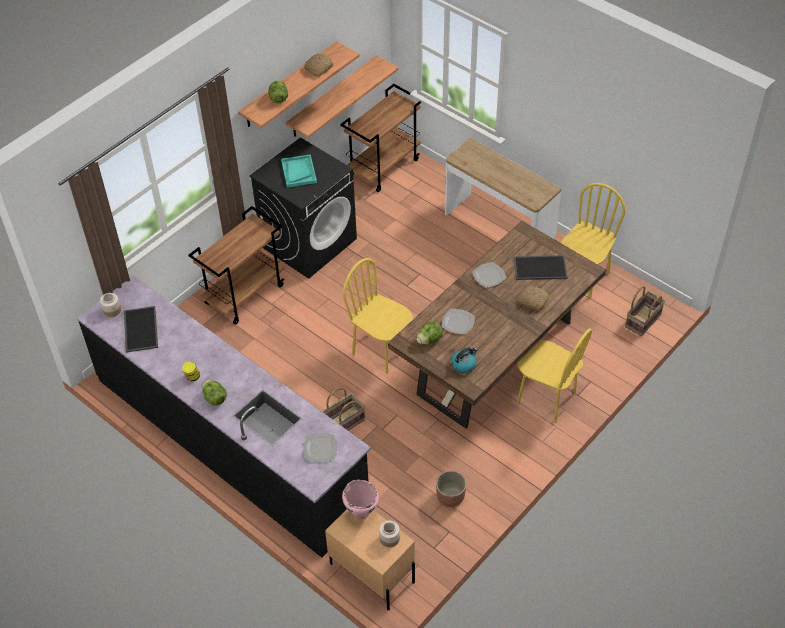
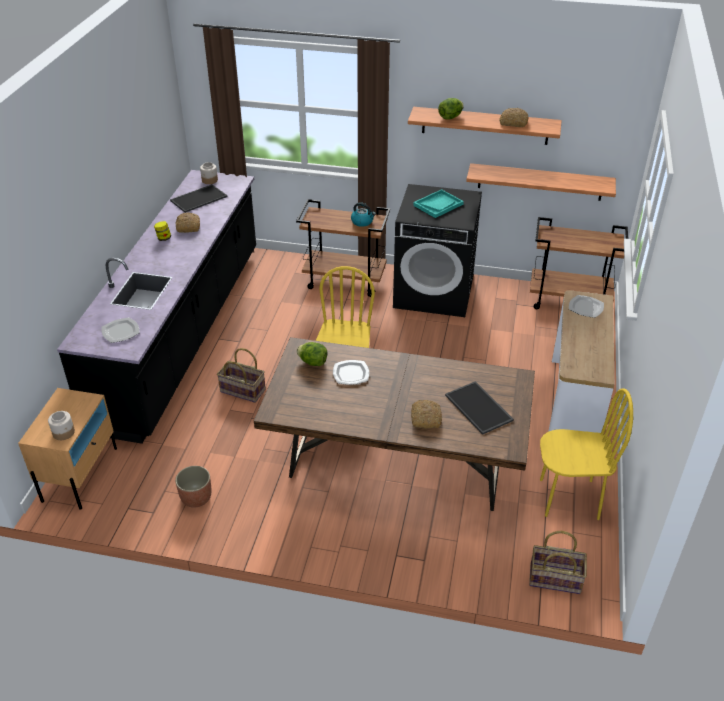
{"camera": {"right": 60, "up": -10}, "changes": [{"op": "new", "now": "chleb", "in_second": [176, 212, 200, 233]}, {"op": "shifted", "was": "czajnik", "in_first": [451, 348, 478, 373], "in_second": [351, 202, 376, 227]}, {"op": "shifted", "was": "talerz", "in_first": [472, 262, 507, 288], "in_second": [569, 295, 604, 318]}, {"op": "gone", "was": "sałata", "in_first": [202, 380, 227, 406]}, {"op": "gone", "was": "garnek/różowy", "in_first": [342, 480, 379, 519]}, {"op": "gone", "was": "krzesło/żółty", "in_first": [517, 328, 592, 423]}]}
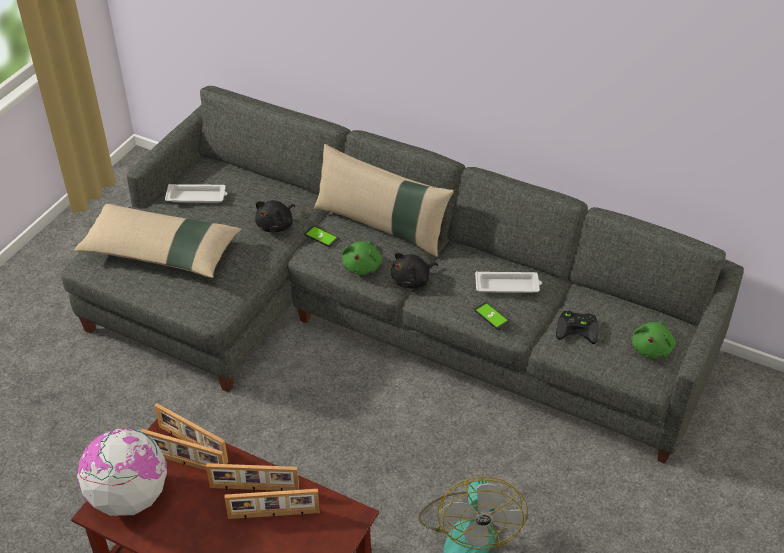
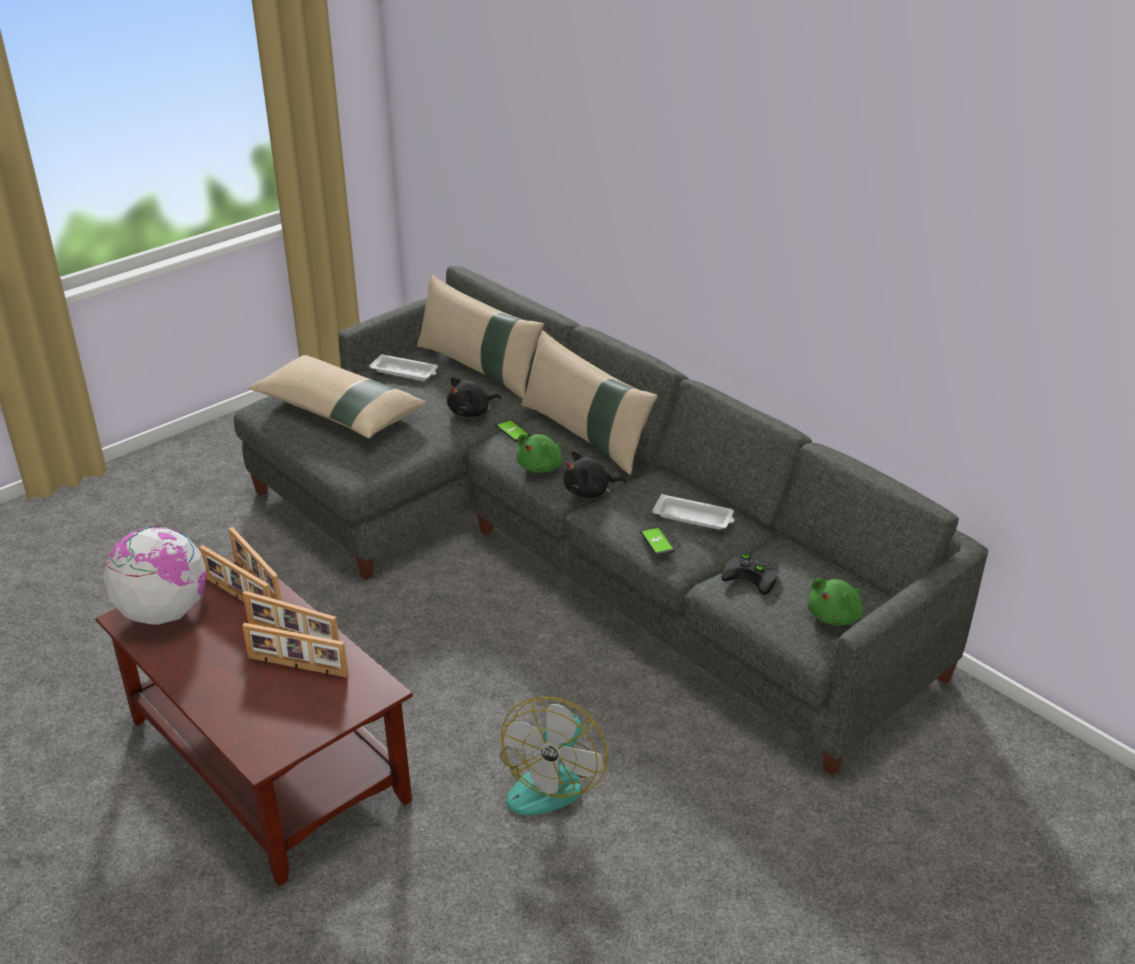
{"camera": {"right": 20, "up": -10}, "changes": [{"op": "new", "now": "poduszka/beżowy", "in_second": [417, 275, 544, 399]}]}
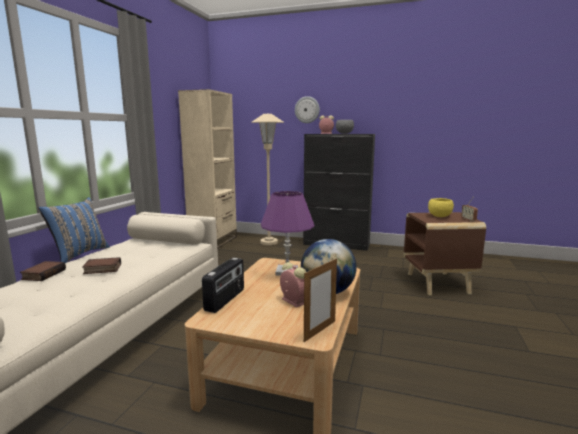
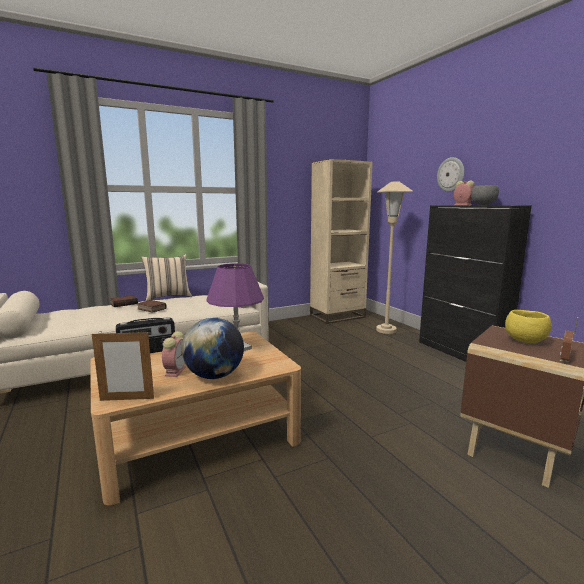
{"camera": {"right": 45, "up": 0}, "changes": [{"op": "repainted", "was": "poduszka/niebieski", "now": "poduszka/beżowy", "in_first": [39, 197, 110, 263], "in_second": [141, 254, 192, 301]}]}
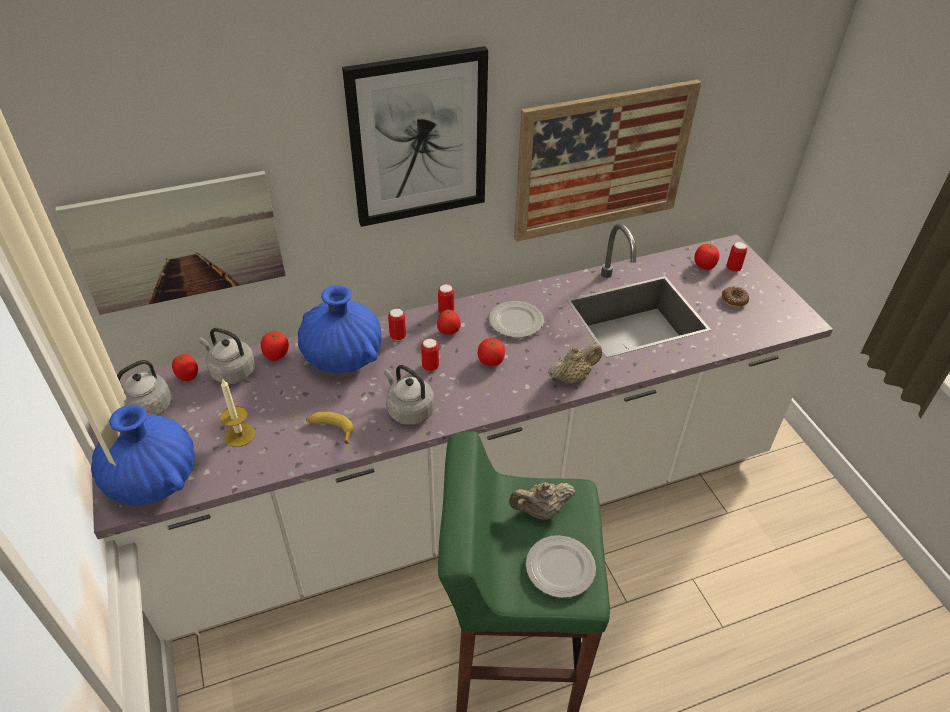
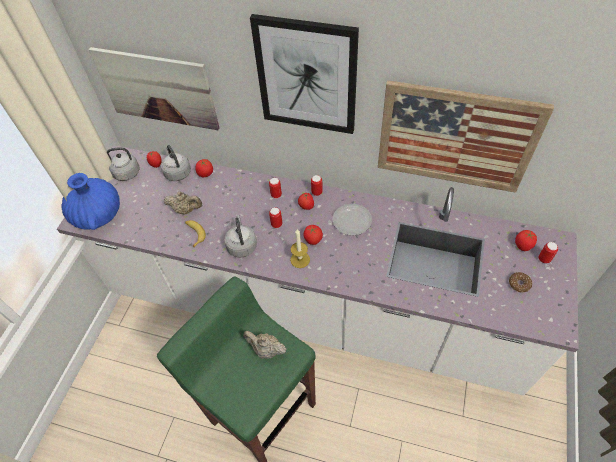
{"camera": {"right": 40, "up": 10}, "changes": [{"op": "shifted", "was": "imbryk/beżowy", "in_first": [548, 343, 602, 384], "in_second": [164, 191, 202, 215]}, {"op": "shifted", "was": "świeca", "in_first": [220, 380, 255, 447], "in_second": [290, 229, 310, 268]}, {"op": "gone", "was": "wazon/niebieski", "in_first": [298, 285, 382, 373]}, {"op": "gone", "was": "talerz", "in_first": [526, 535, 596, 598]}]}
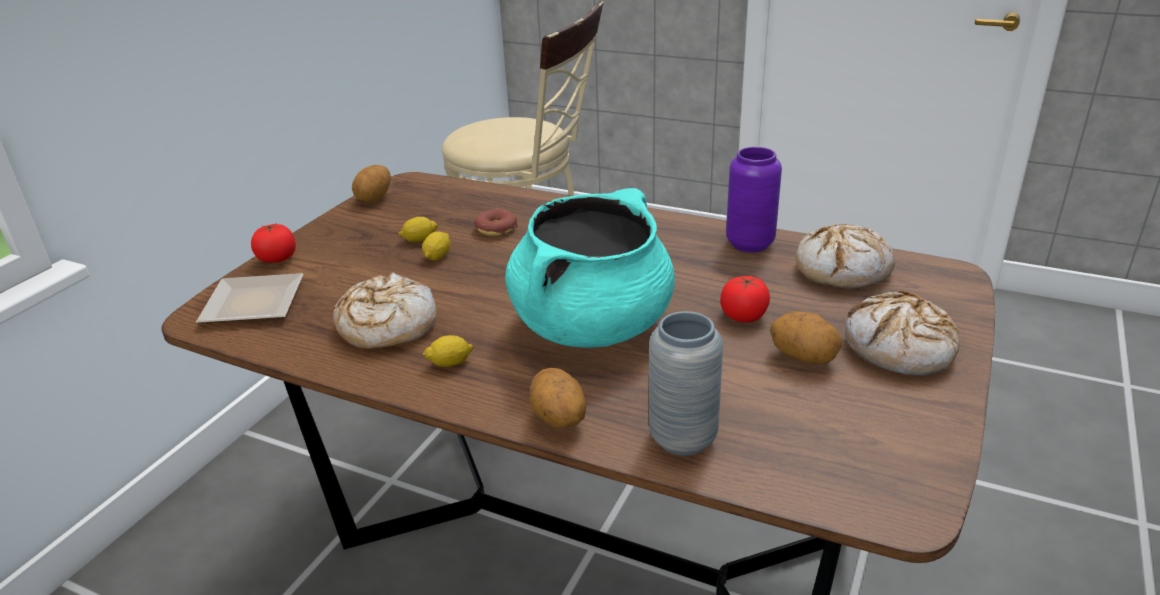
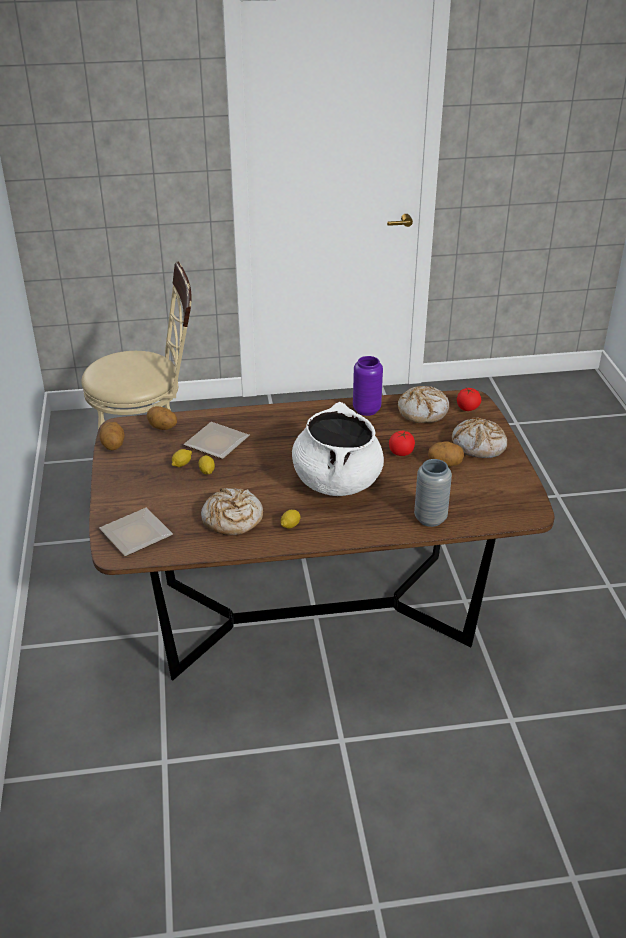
{"camera": {"right": -35, "up": 5}, "changes": [{"op": "shifted", "was": "ziemniak", "in_first": [529, 368, 586, 428], "in_second": [147, 406, 177, 430]}, {"op": "swapped", "was": "donut", "now": "talerz", "in_first": [474, 209, 518, 236], "in_second": [183, 422, 250, 459]}, {"op": "repainted", "was": "garnek/turkusowy", "now": "garnek/biały", "in_first": [505, 188, 675, 348], "in_second": [292, 402, 384, 496]}, {"op": "shifted", "was": "pomidor", "in_first": [251, 223, 296, 263], "in_second": [457, 388, 481, 411]}]}
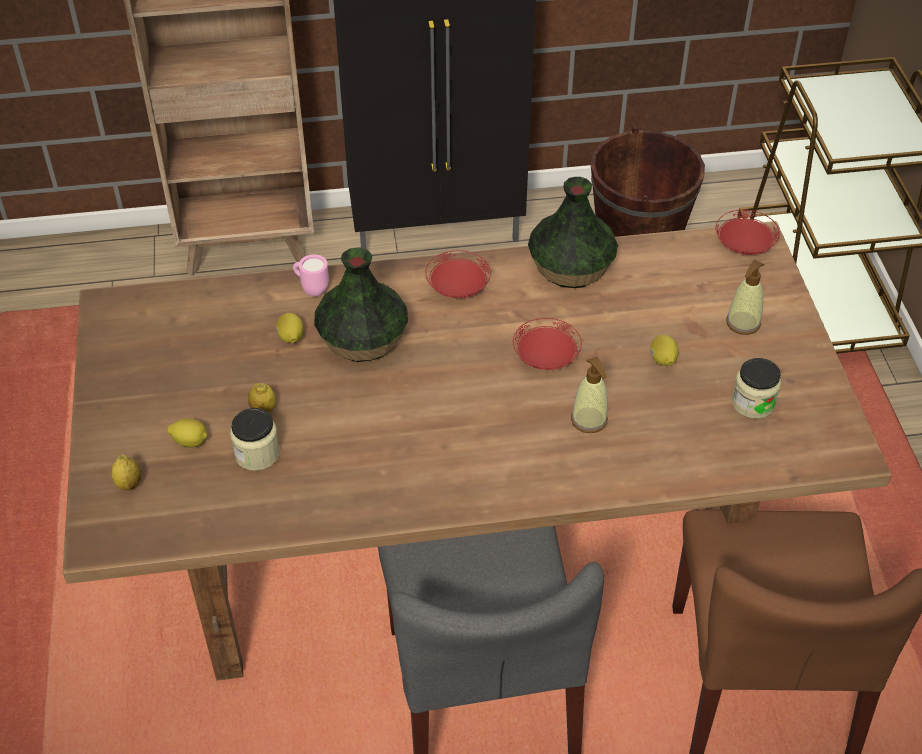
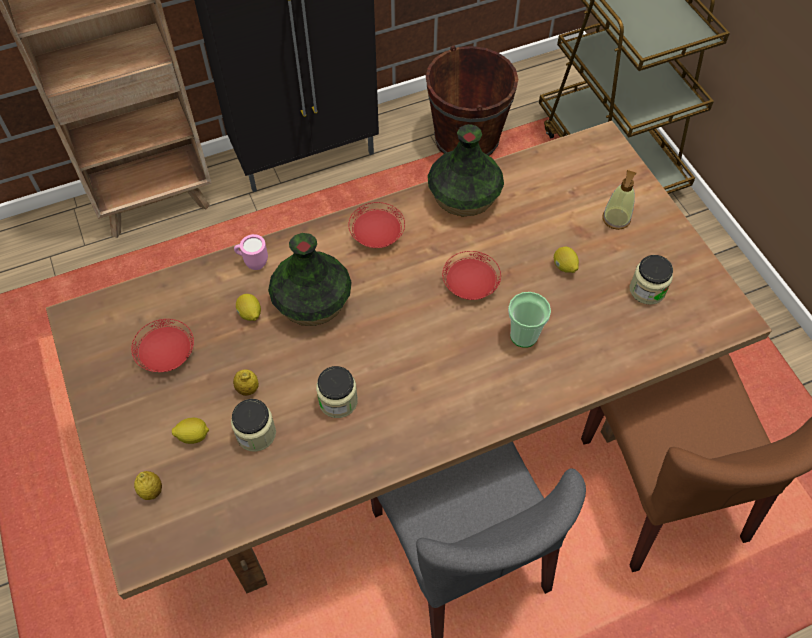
{"camera": {"right": -15, "up": 10}, "changes": [{"op": "shifted", "was": "talerz/czerwony", "in_first": [716, 209, 780, 255], "in_second": [131, 319, 194, 372]}, {"op": "new", "now": "słoik", "in_second": [316, 366, 358, 418]}, {"op": "swapped", "was": "dozownik mydła", "now": "filiżanka", "in_first": [571, 357, 608, 433], "in_second": [508, 292, 551, 348]}]}
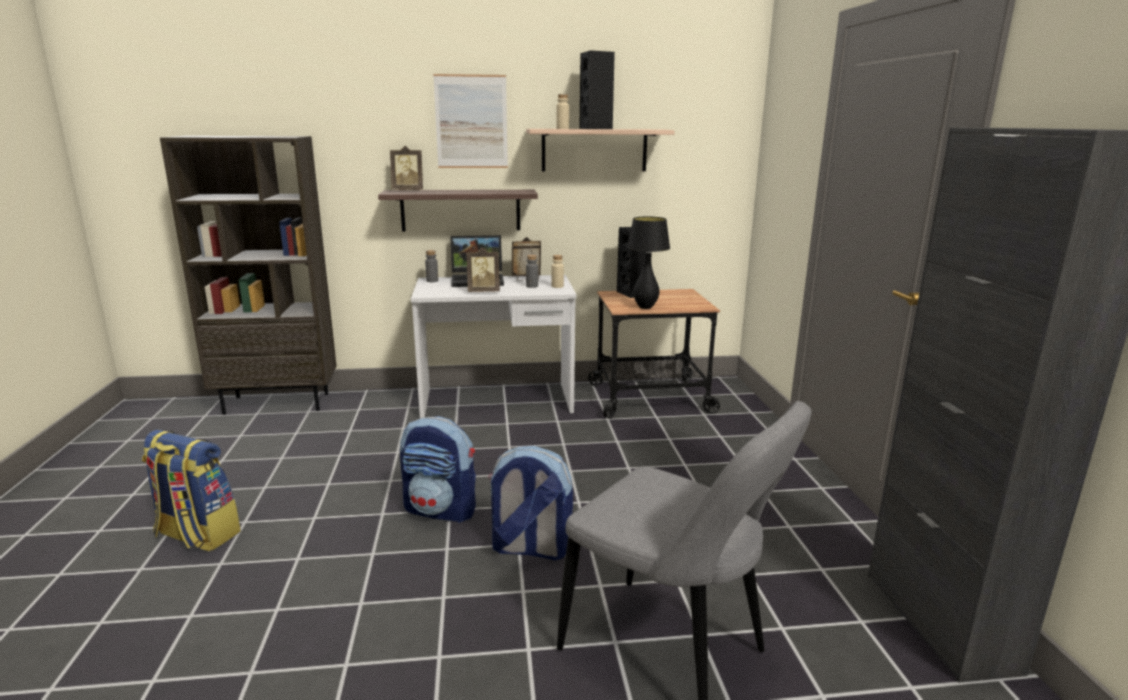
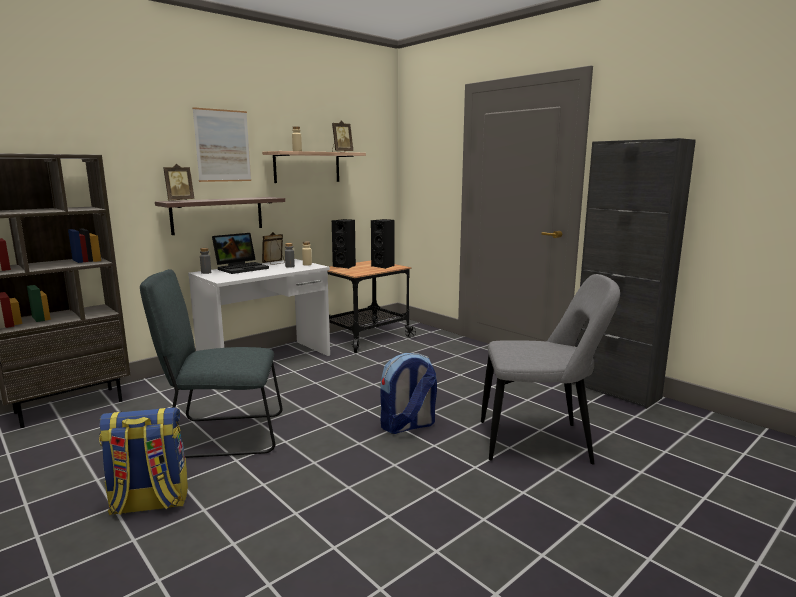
{"camera": {"right": -35, "up": -5}, "changes": [{"op": "new", "now": "krzesło/szary", "in_second": [140, 269, 283, 458]}, {"op": "shifted", "was": "ramka na zdjęcie", "in_first": [466, 247, 500, 292], "in_second": [332, 120, 353, 152]}, {"op": "shifted", "was": "głośnik/czarny", "in_first": [579, 50, 615, 129], "in_second": [371, 219, 395, 269]}, {"op": "gone", "was": "plecak", "in_first": [400, 416, 476, 523]}, {"op": "gone", "was": "lampa stołowa/czarny", "in_first": [627, 216, 670, 309]}]}
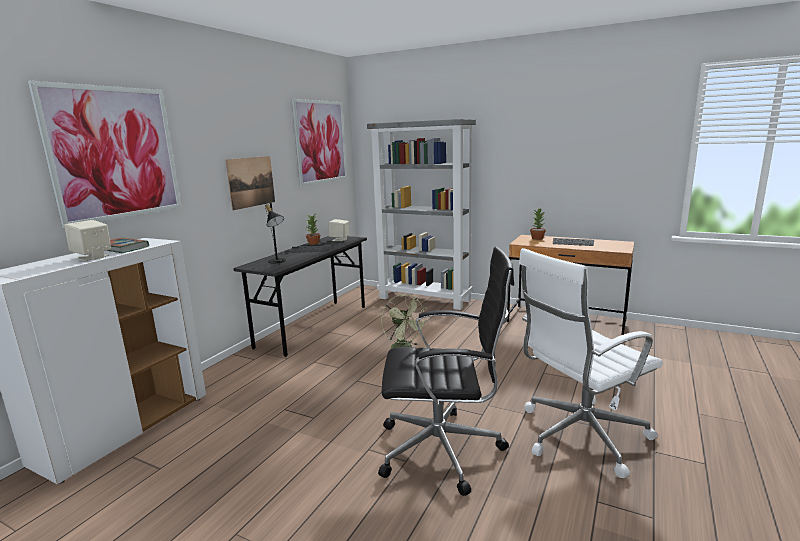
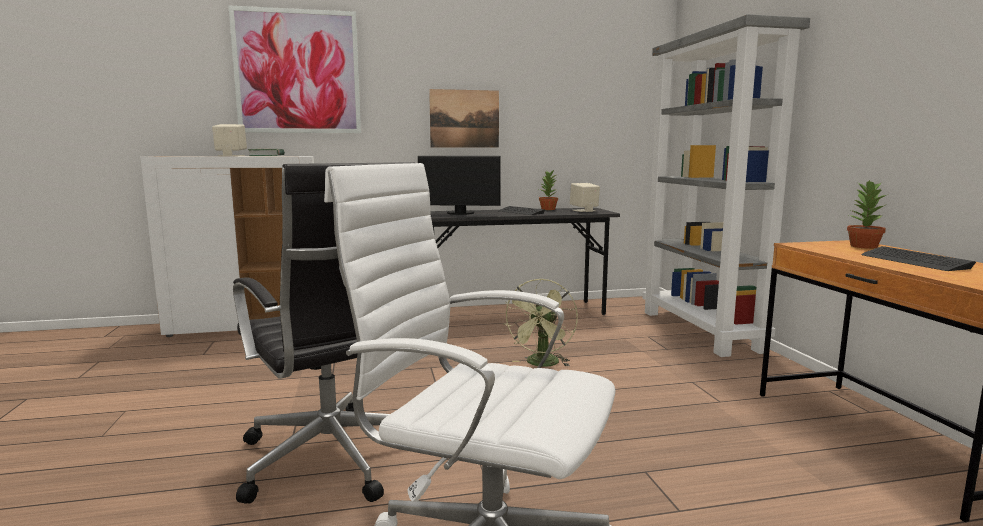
{"camera": {"right": 50, "up": -5}, "changes": [{"op": "swapped", "was": "lampa stołowa/czarny", "now": "monitor", "in_first": [265, 203, 286, 264], "in_second": [418, 156, 501, 215]}, {"op": "gone", "was": "obraz", "in_first": [292, 99, 347, 186]}]}
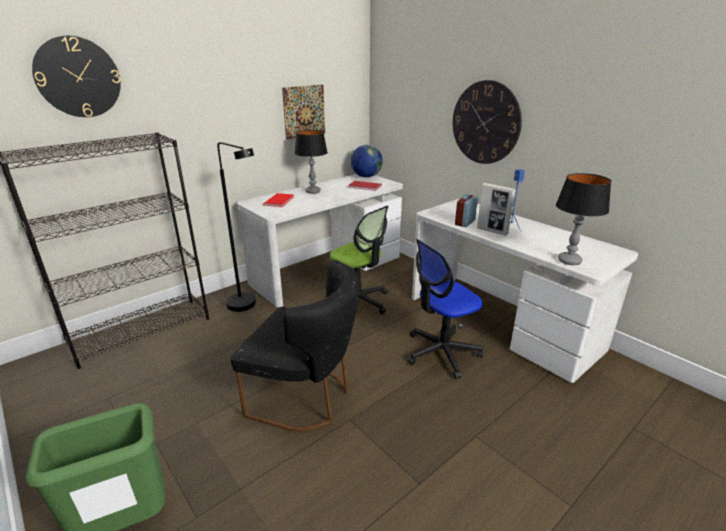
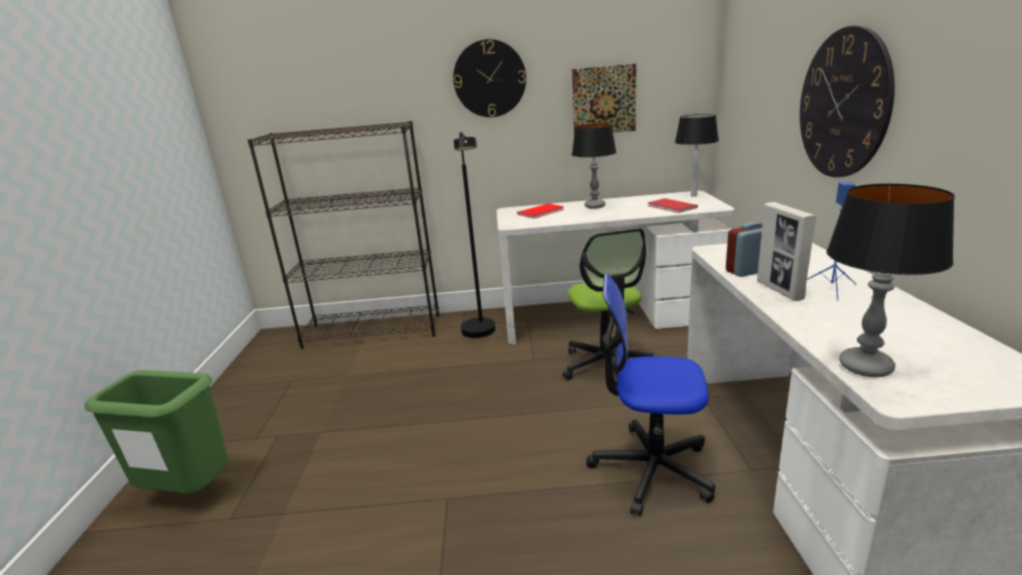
{"camera": {"right": 40, "up": -5}, "changes": [{"op": "shifted", "was": "zegar ścienny", "in_first": [32, 36, 121, 117], "in_second": [453, 39, 526, 117]}, {"op": "swapped", "was": "globus", "now": "lampa stołowa", "in_first": [351, 145, 383, 178], "in_second": [675, 114, 719, 197]}, {"op": "gone", "was": "krzesło/czarny", "in_first": [231, 260, 360, 431]}]}
